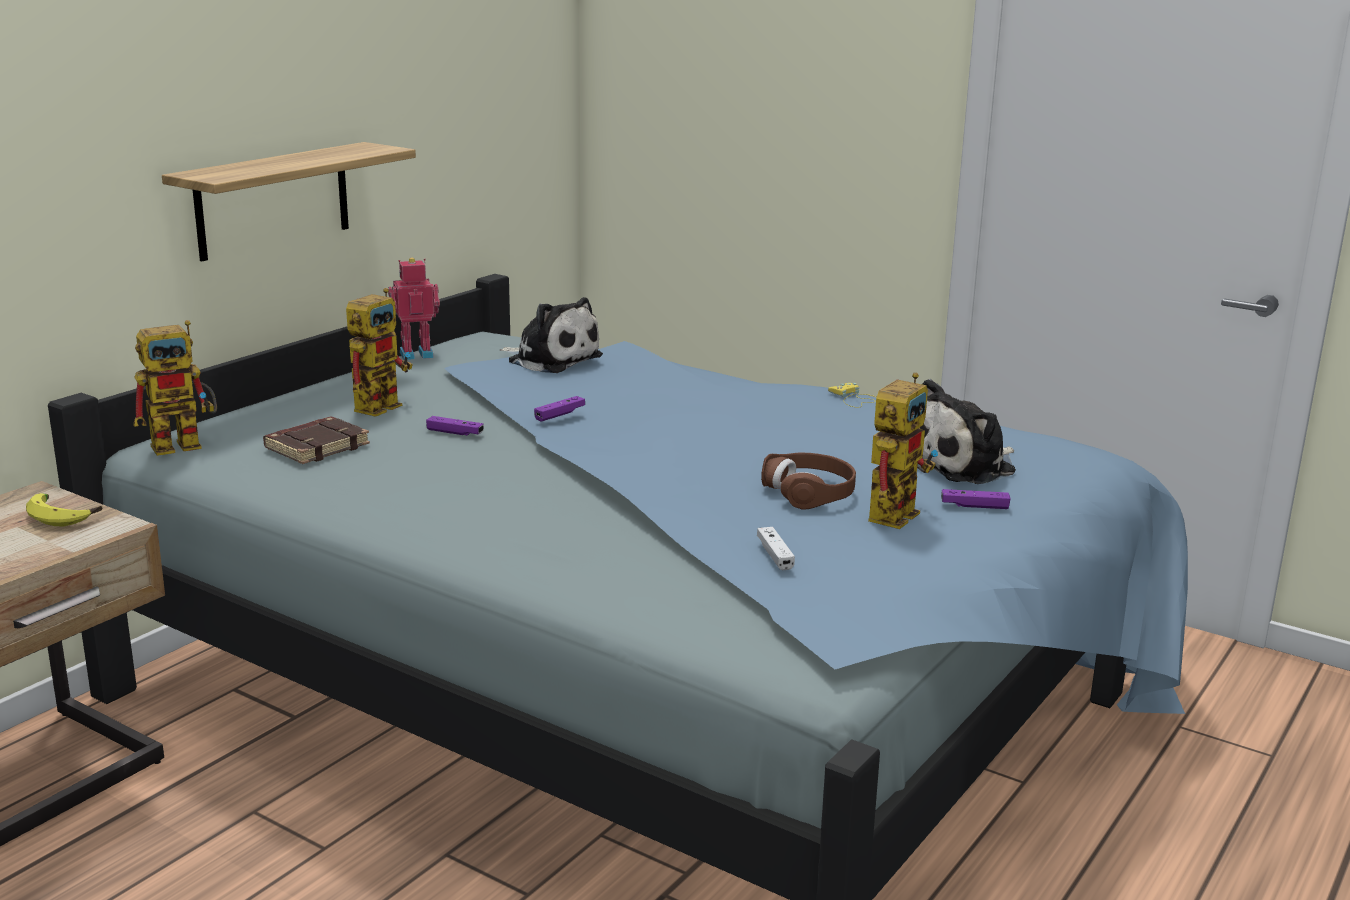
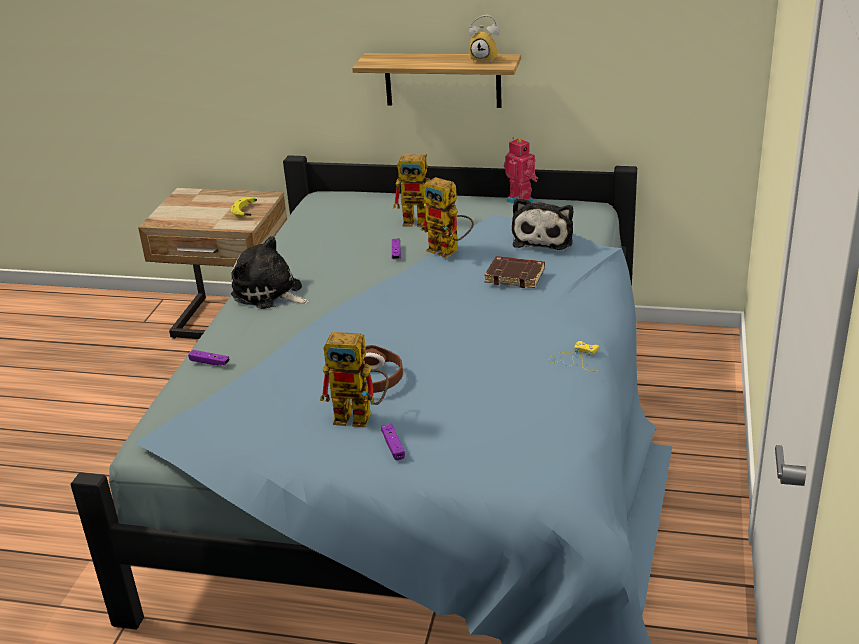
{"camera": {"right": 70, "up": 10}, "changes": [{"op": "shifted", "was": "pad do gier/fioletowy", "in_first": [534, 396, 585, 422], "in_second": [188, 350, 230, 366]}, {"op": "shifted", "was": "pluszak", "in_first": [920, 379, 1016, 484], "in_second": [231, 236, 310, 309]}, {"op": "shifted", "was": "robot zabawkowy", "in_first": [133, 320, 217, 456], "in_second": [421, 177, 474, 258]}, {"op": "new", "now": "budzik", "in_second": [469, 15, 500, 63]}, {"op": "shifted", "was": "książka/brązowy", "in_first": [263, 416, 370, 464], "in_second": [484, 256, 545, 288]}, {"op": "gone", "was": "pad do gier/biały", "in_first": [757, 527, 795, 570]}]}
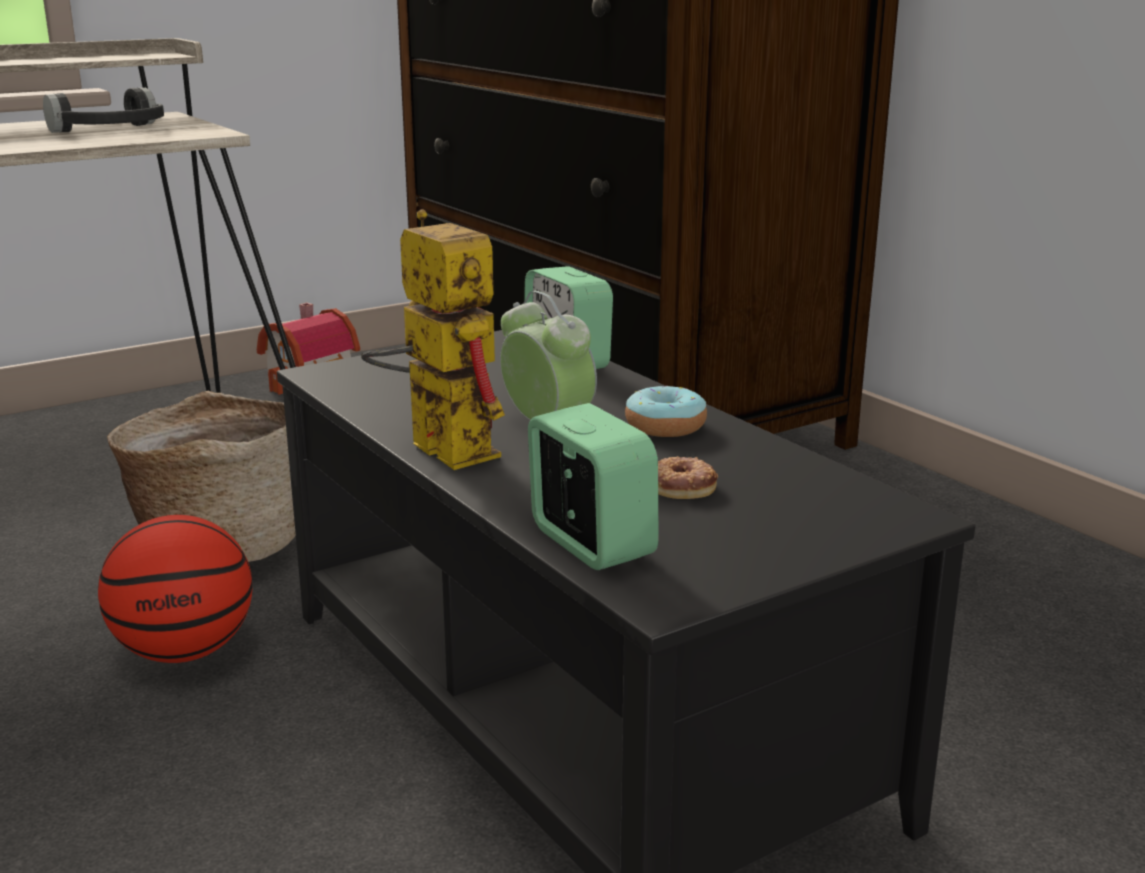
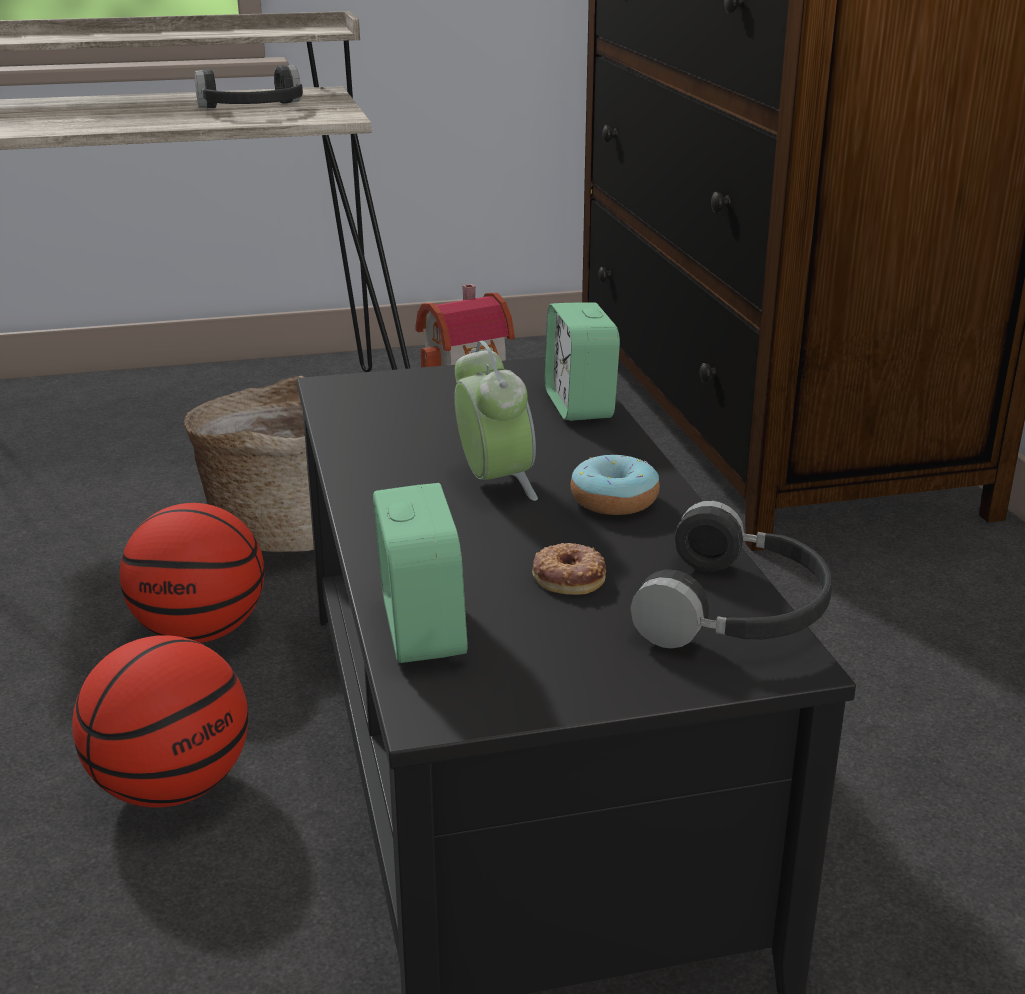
{"camera": {"right": 20, "up": 5}, "changes": [{"op": "new", "now": "piłka do koszykówki", "in_second": [72, 635, 248, 808]}, {"op": "new", "now": "słuchawki/czarny", "in_second": [630, 501, 832, 648]}, {"op": "gone", "was": "robot zabawkowy", "in_first": [361, 210, 505, 470]}]}
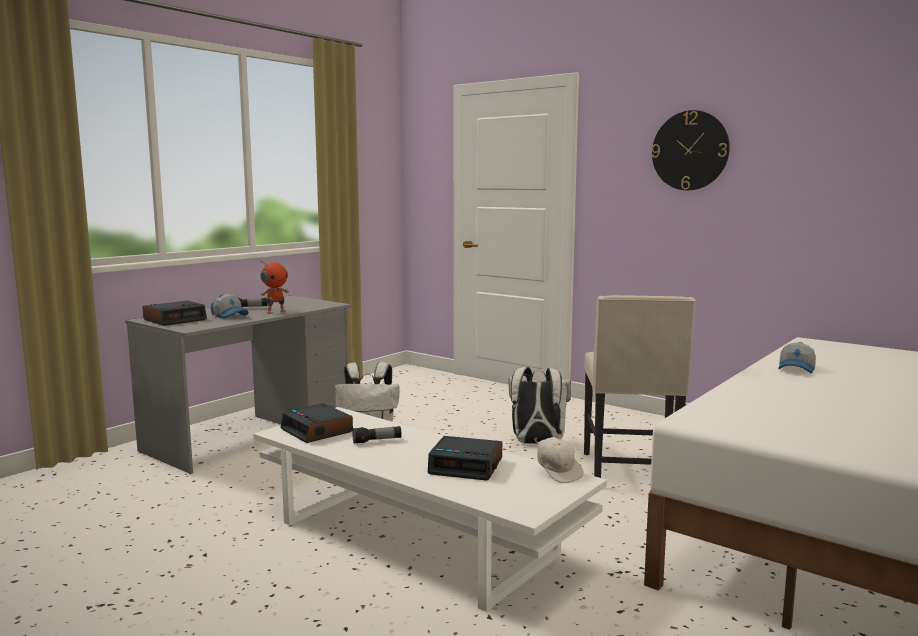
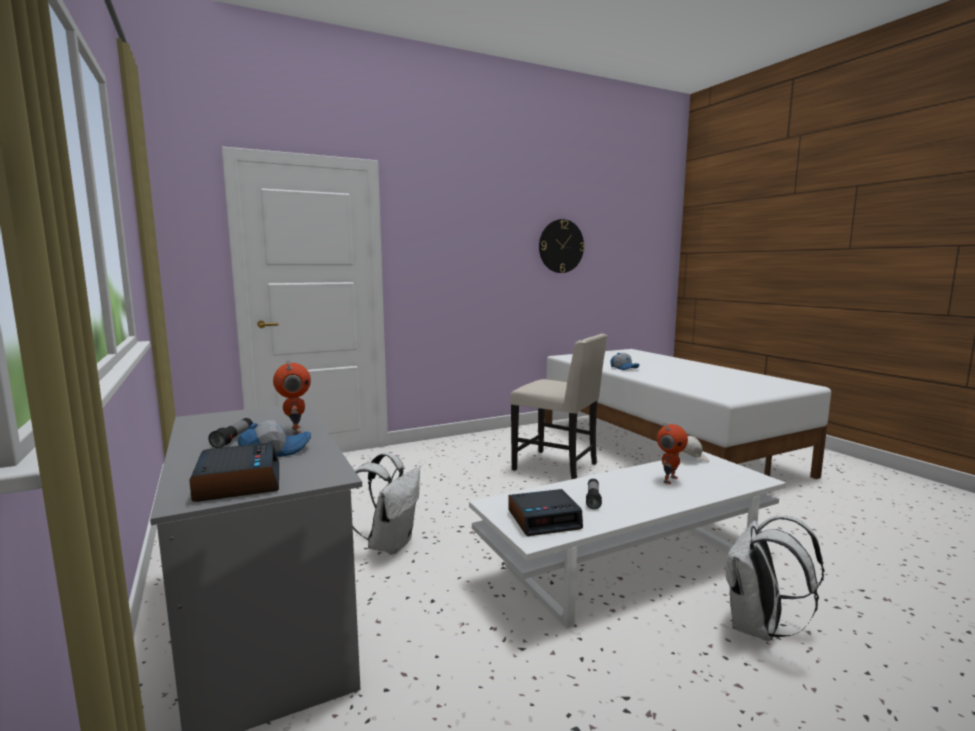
{"camera": {"right": -65, "up": 0}, "changes": [{"op": "shifted", "was": "zegar ścienny", "in_first": [652, 110, 730, 190], "in_second": [539, 219, 585, 273]}, {"op": "swapped", "was": "budzik", "now": "robot zabawkowy", "in_first": [428, 436, 502, 481], "in_second": [657, 424, 688, 484]}, {"op": "shifted", "was": "plecak/biały", "in_first": [508, 367, 571, 444], "in_second": [724, 516, 825, 641]}]}
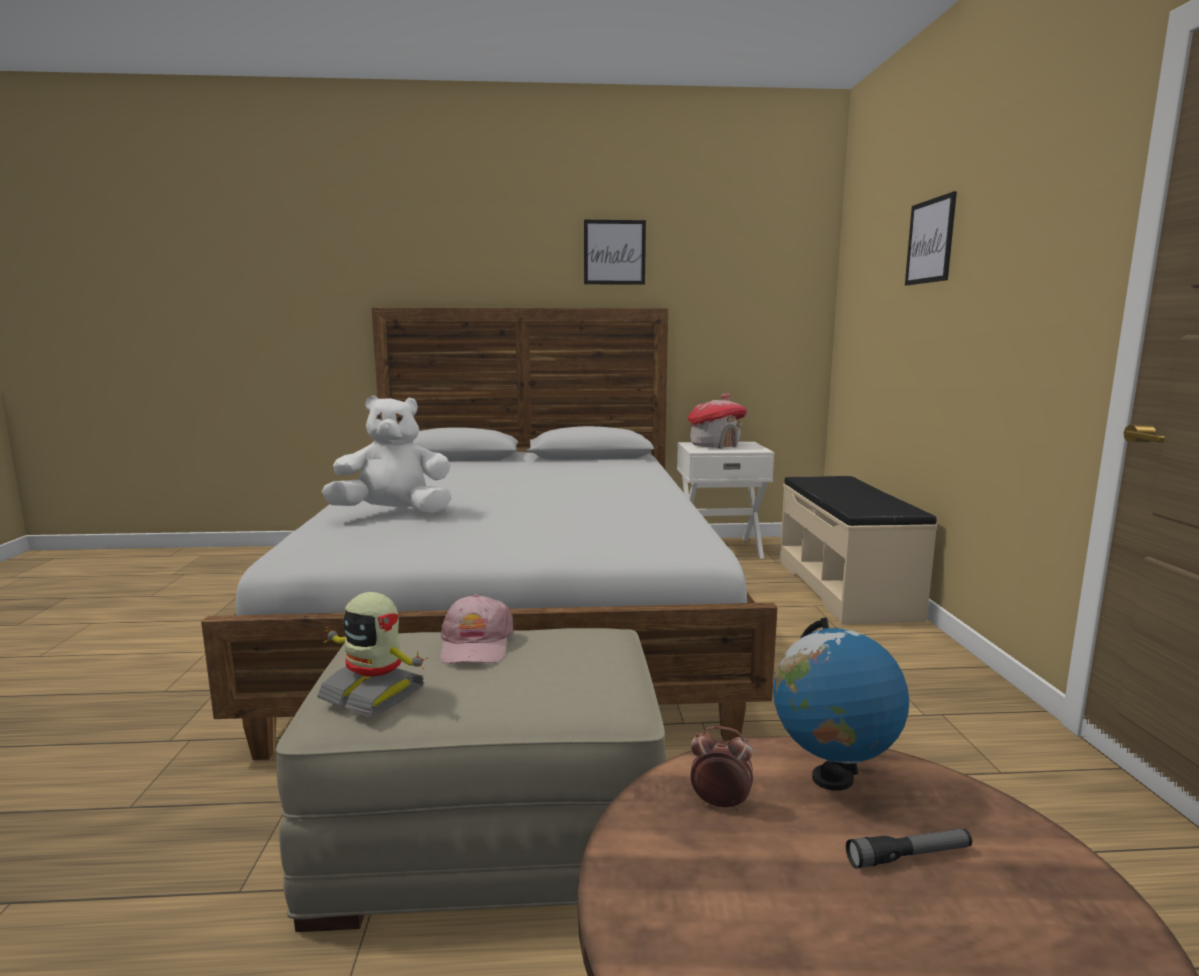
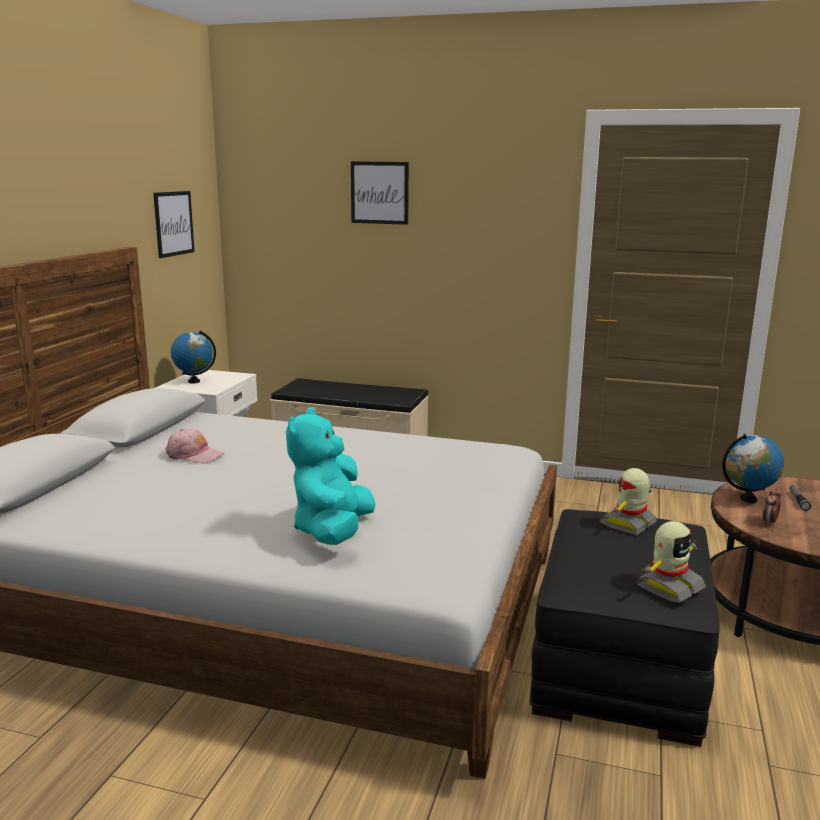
{"camera": {"right": -70, "up": 5}, "changes": [{"op": "shifted", "was": "obraz", "in_first": [584, 220, 646, 285], "in_second": [153, 191, 195, 258]}, {"op": "shifted", "was": "czapka z daszkiem/różowy", "in_first": [440, 594, 514, 664], "in_second": [165, 429, 224, 464]}, {"op": "swapped", "was": "domek", "now": "globus", "in_first": [687, 394, 747, 449], "in_second": [171, 331, 216, 384]}, {"op": "repainted", "was": "pluszak/biały", "now": "pluszak/turkusowy", "in_first": [322, 395, 452, 514], "in_second": [286, 408, 375, 545]}, {"op": "repainted", "was": "pufa/beżowy", "now": "pufa/czarny", "in_first": [276, 628, 666, 932], "in_second": [530, 509, 719, 747]}, {"op": "new", "now": "robot zabawkowy", "in_second": [599, 468, 657, 535]}]}
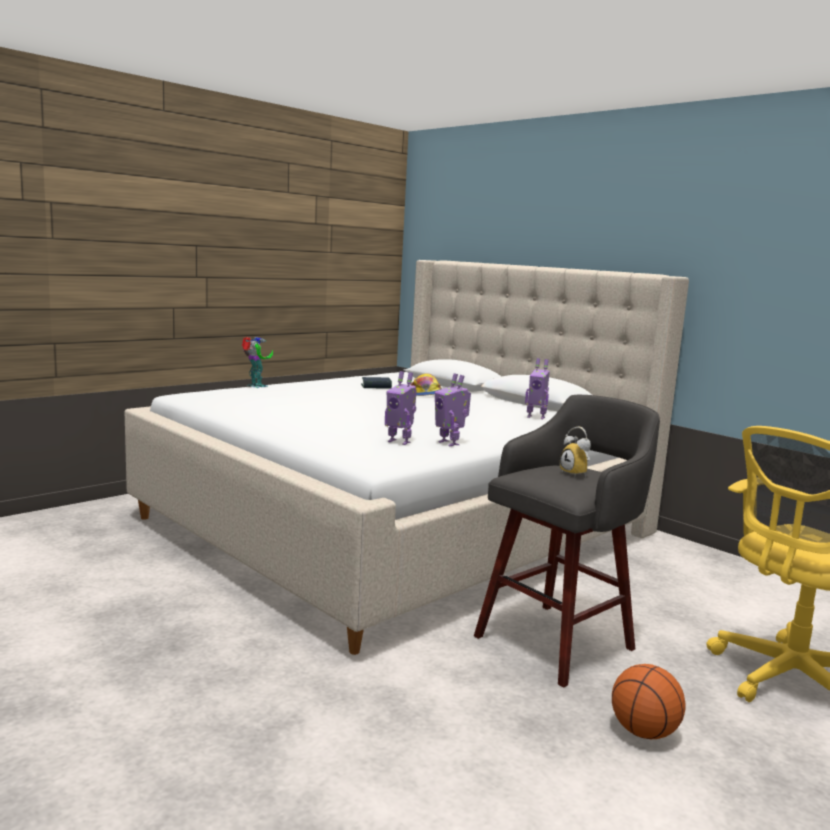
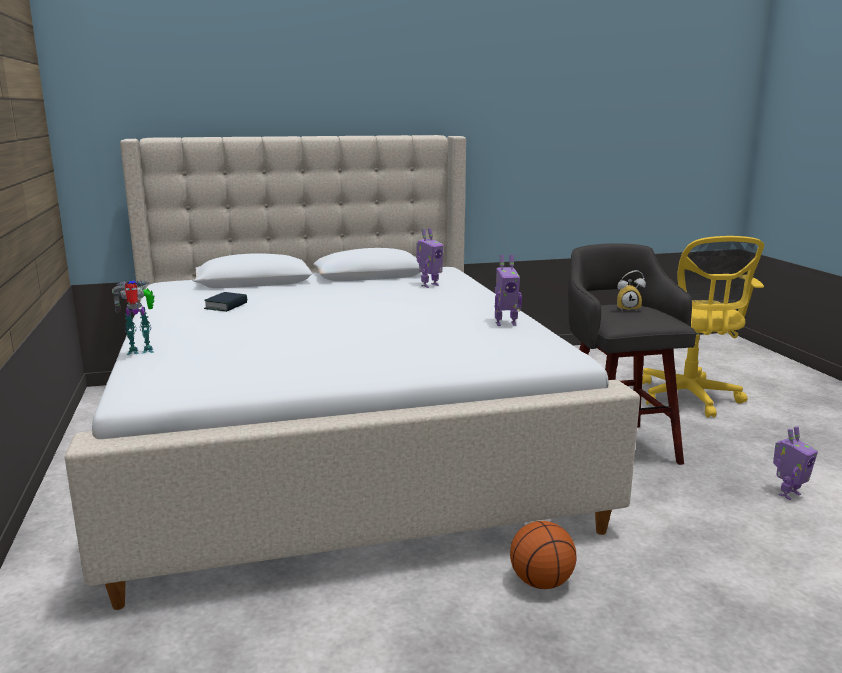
{"camera": {"right": -60, "up": 5}, "changes": [{"op": "shifted", "was": "piłka do koszykówki", "in_first": [612, 664, 686, 739], "in_second": [510, 521, 576, 589]}, {"op": "shifted", "was": "robot zabawkowy", "in_first": [385, 371, 417, 445], "in_second": [773, 426, 818, 500]}, {"op": "gone", "was": "czapka z daszkiem", "in_first": [411, 373, 442, 396]}]}
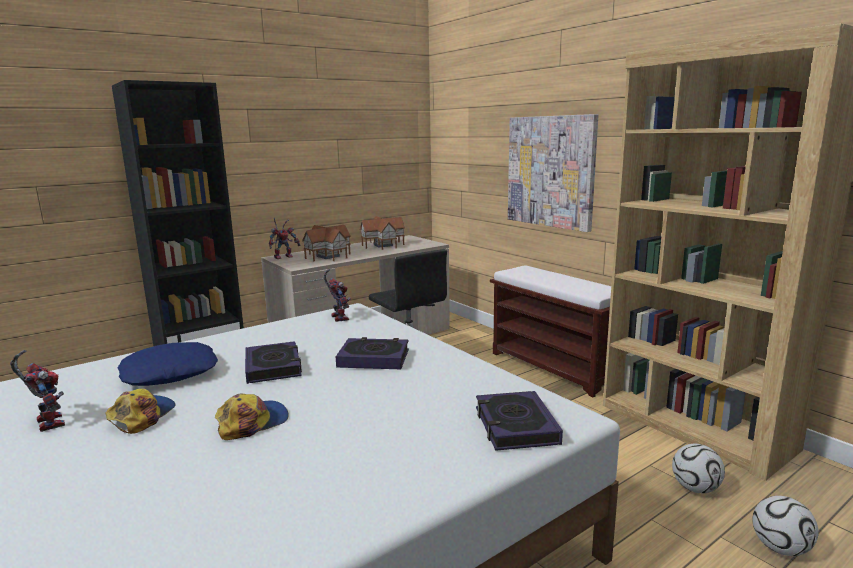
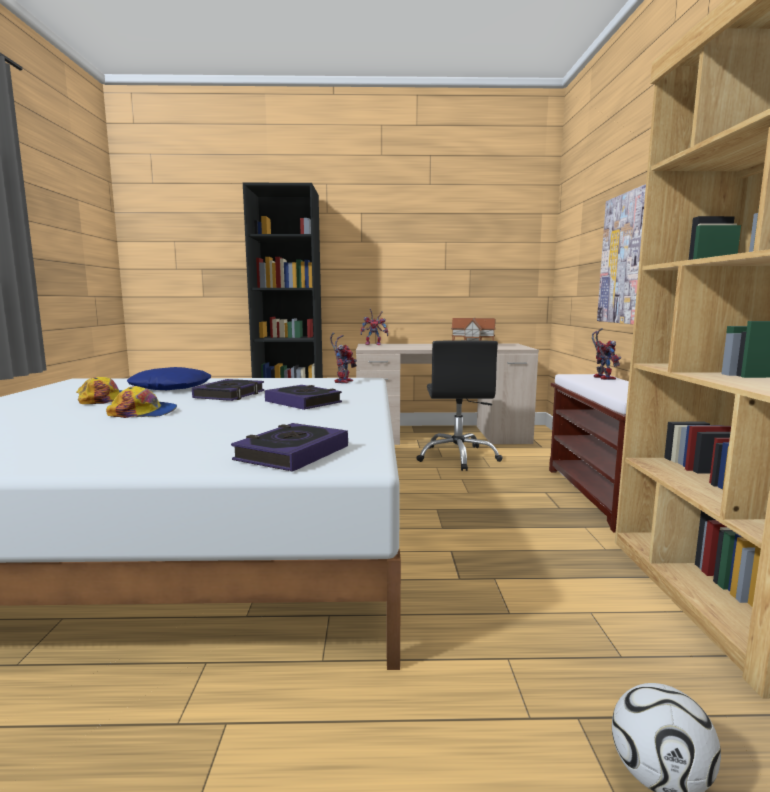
{"camera": {"right": 35, "up": -5}, "changes": [{"op": "shifted", "was": "robot zabawkowy", "in_first": [10, 350, 65, 432], "in_second": [592, 328, 621, 380]}, {"op": "gone", "was": "domek", "in_first": [302, 225, 351, 261]}, {"op": "gone", "was": "piłka futbolowa", "in_first": [672, 444, 725, 493]}]}
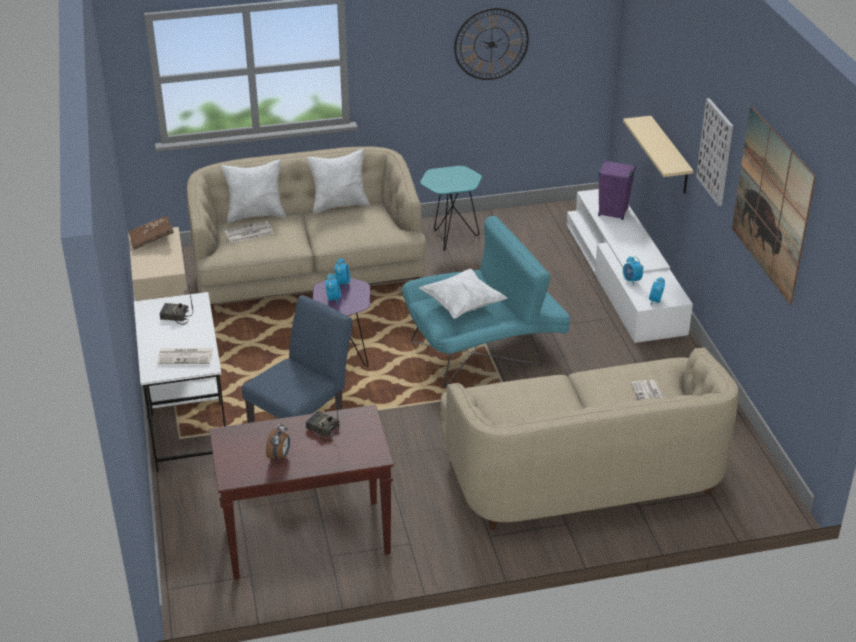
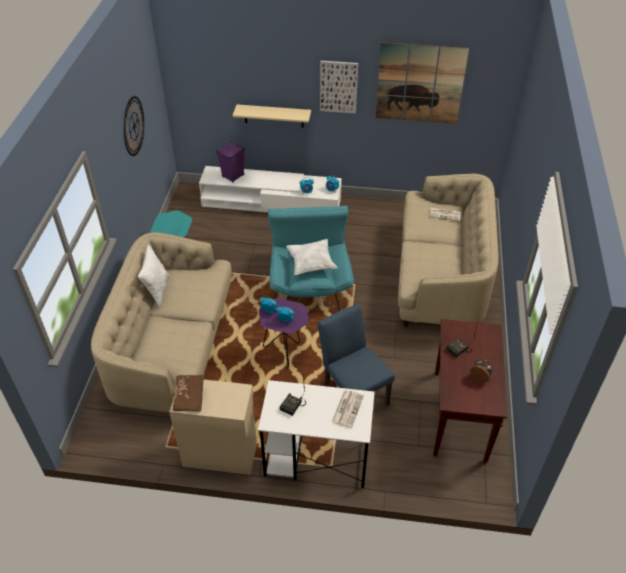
{"camera": {"right": -70, "up": 10}, "changes": [{"op": "gone", "was": "poduszka/biały", "in_first": [222, 159, 286, 223]}, {"op": "gone", "was": "gazeta", "in_first": [225, 221, 274, 243]}]}
